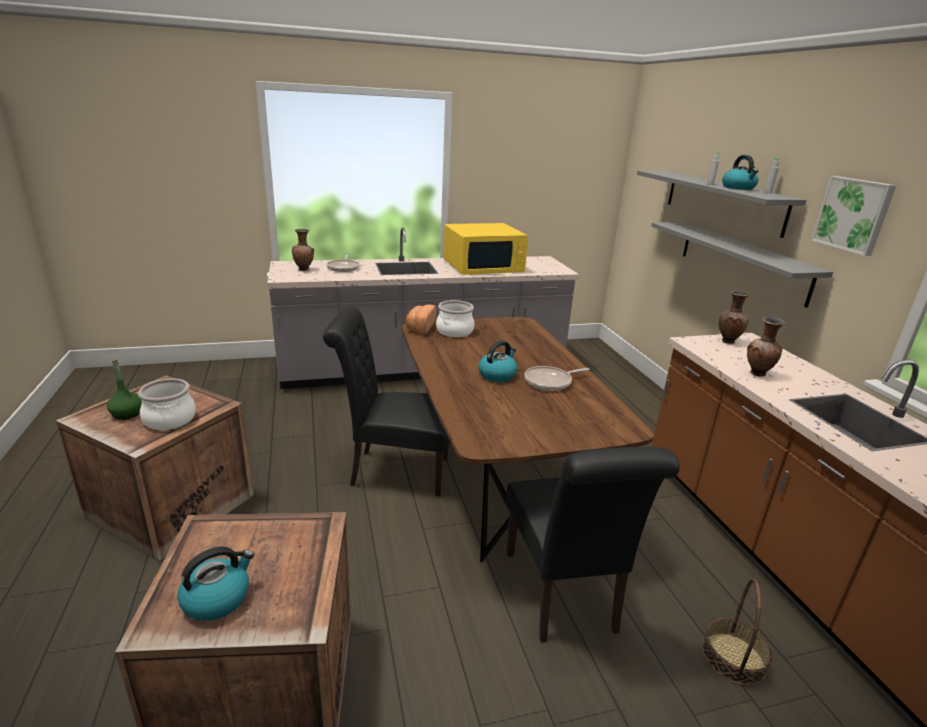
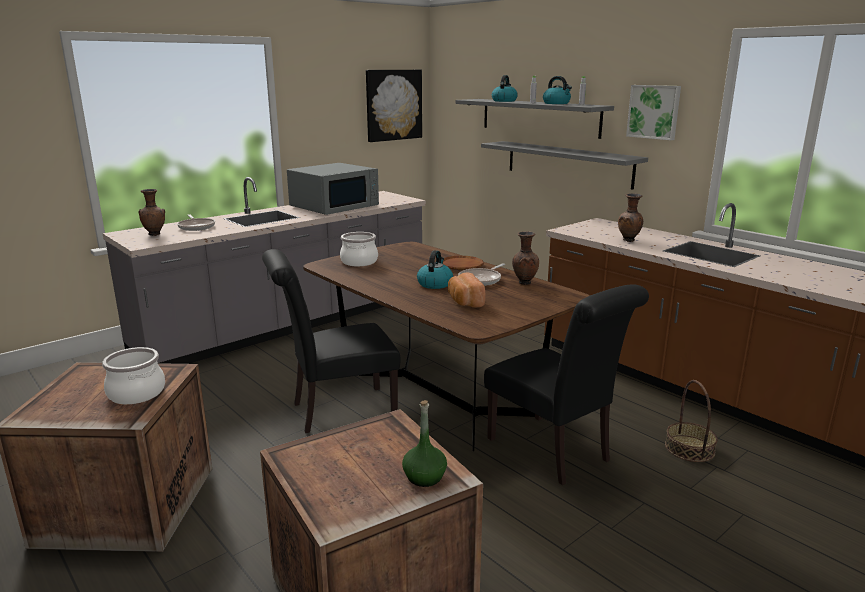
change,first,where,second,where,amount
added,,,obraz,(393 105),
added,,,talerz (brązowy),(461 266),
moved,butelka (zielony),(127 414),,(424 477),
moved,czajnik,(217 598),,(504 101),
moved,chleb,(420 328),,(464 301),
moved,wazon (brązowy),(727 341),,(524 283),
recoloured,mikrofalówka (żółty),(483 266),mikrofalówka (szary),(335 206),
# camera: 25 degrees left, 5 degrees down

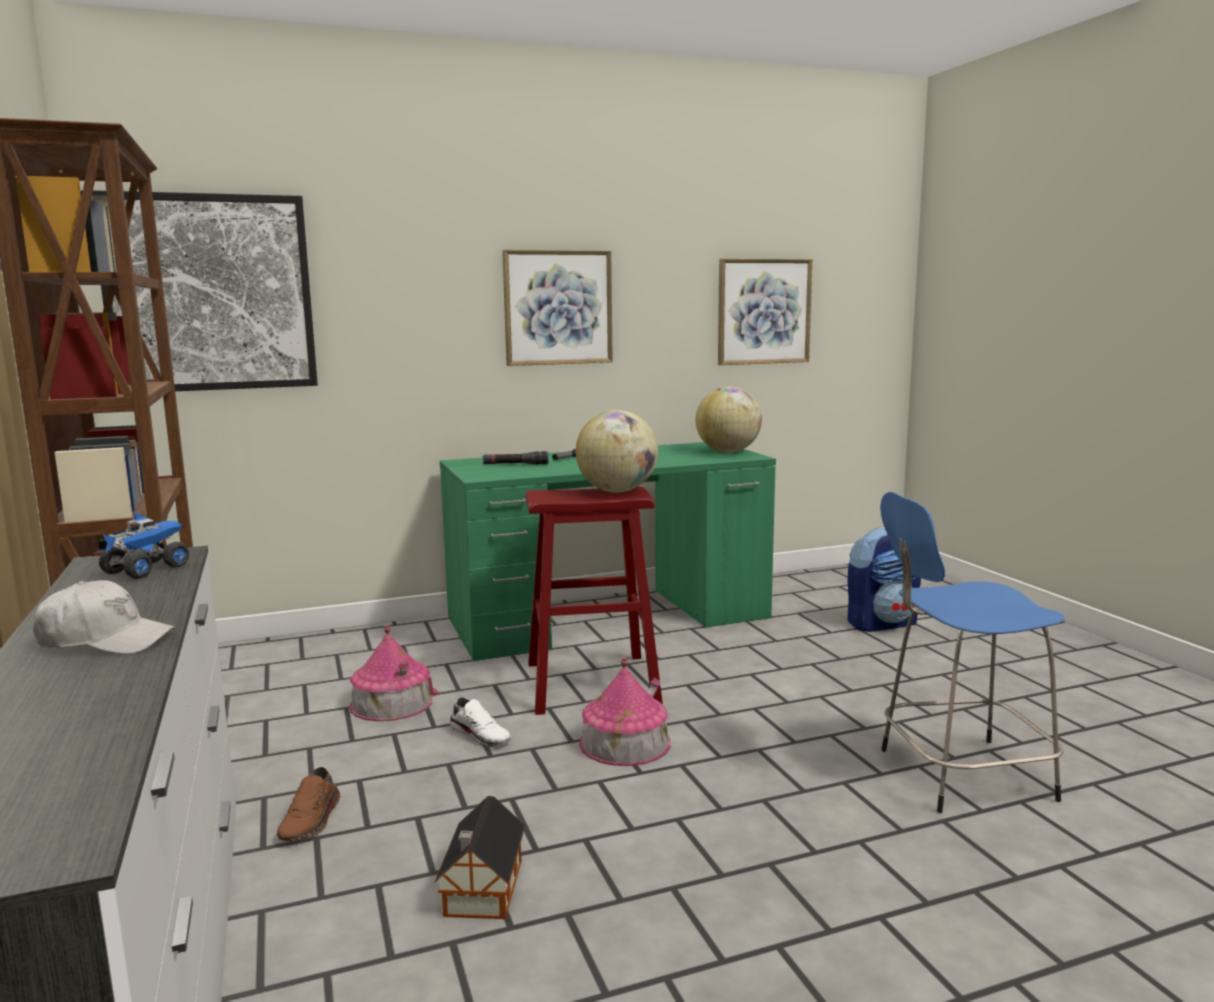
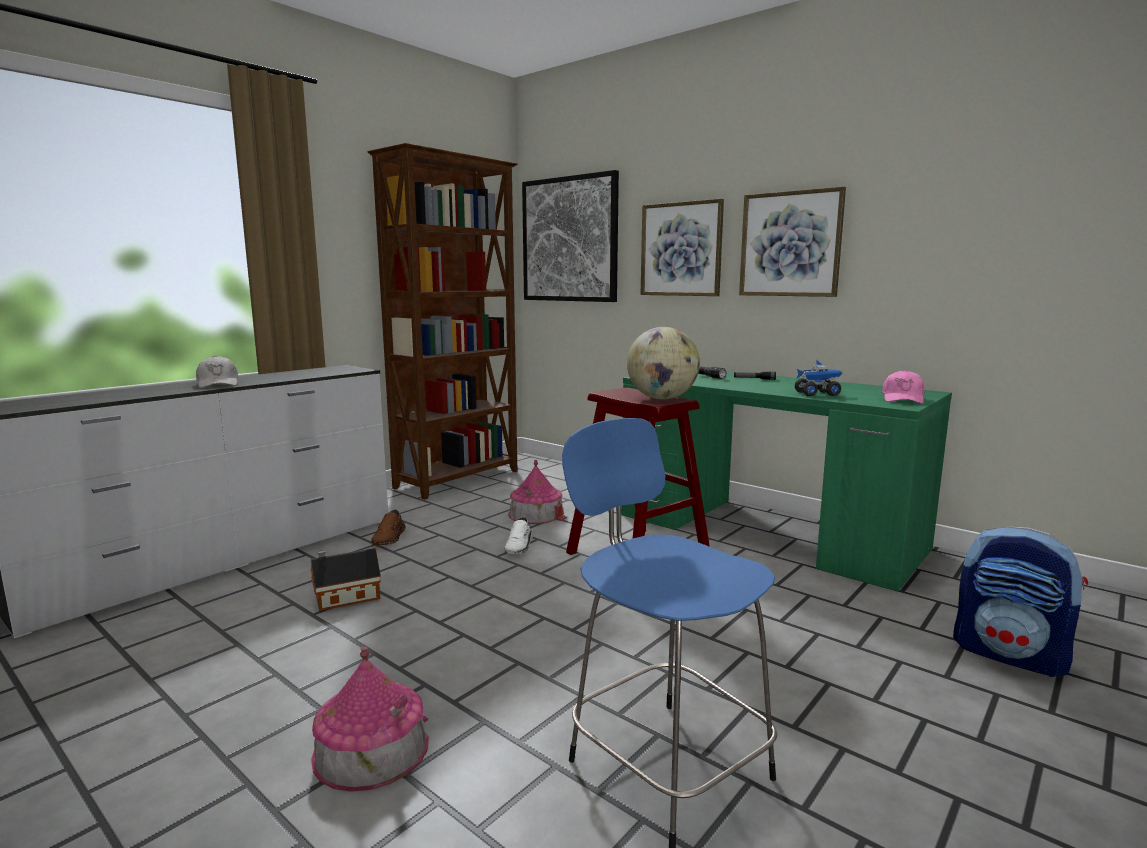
change,first,where,second,where,amount
moved,ciężarówka zabawkowa,(147 570),,(817 394),
moved,domek,(625 743),,(371 749),
moved,obraz,(763 311),,(681 249),
replaced,globus,(728 452),czapka z daszkiem (różowy),(903 399),
turned,but (brązowy),(312 821),,(390 538),60 degrees counterclockwise
# camera: 60 degrees right, 0 degrees up

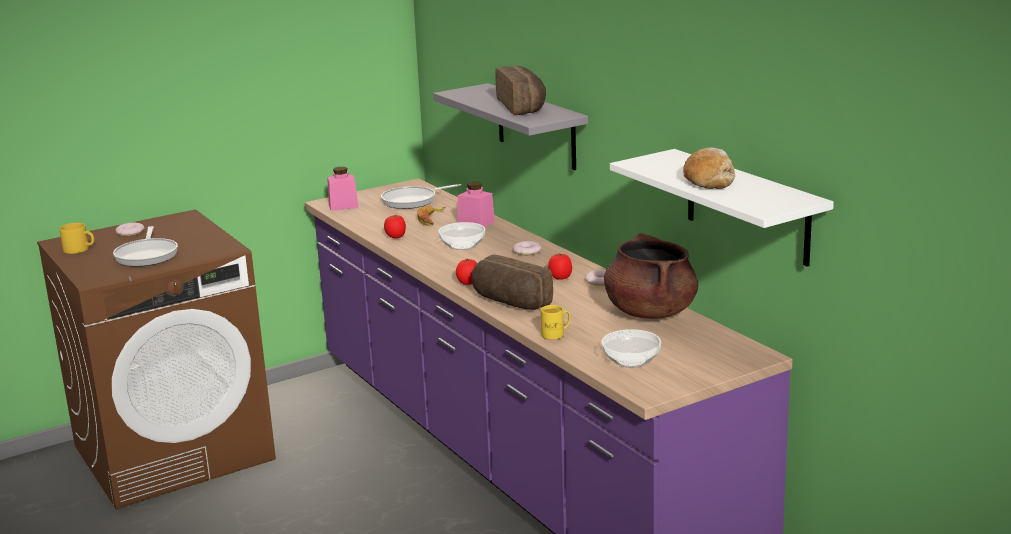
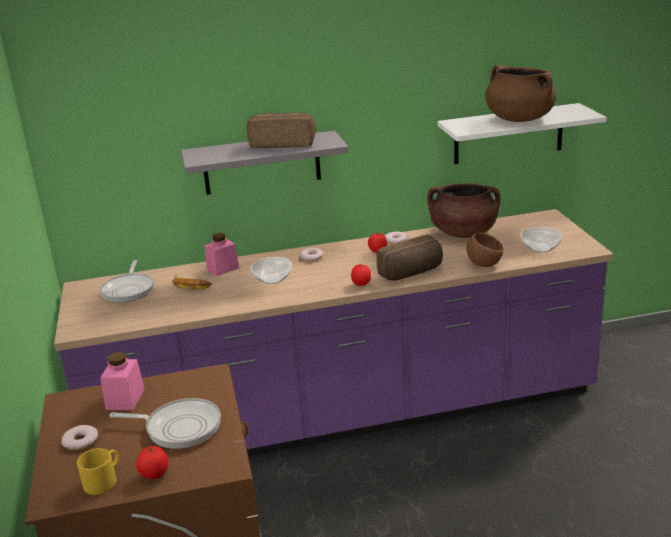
change,first,where,second,where,amount
moved,słoik (różowy),(343 206),,(125 399),
moved,pomidor,(395 237),,(154 475),
replaced,kubek (żółty),(556 334),miska (brązowy),(484 264),
replaced,chleb,(709 179),garnek (brązowy),(519 119),
# camera: 70 degrees left, 5 degrees up

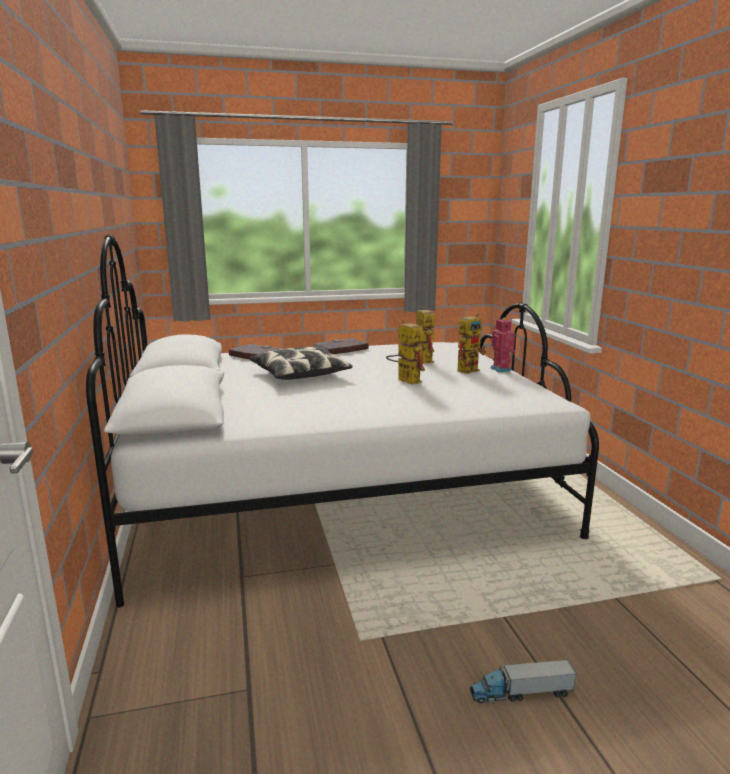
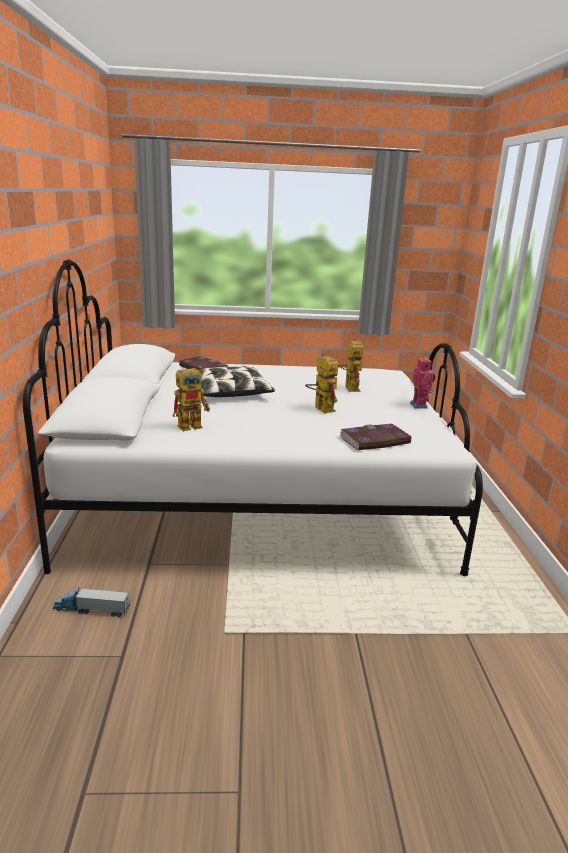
change,first,where,second,where,amount
moved,książka,(341 349),,(374 440),
moved,robot zabawkowy,(469 369),,(194 425),
moved,ciężarówka zabawkowa,(521 693),,(92 610),
# camera: 10 degrees right, 5 degrees up

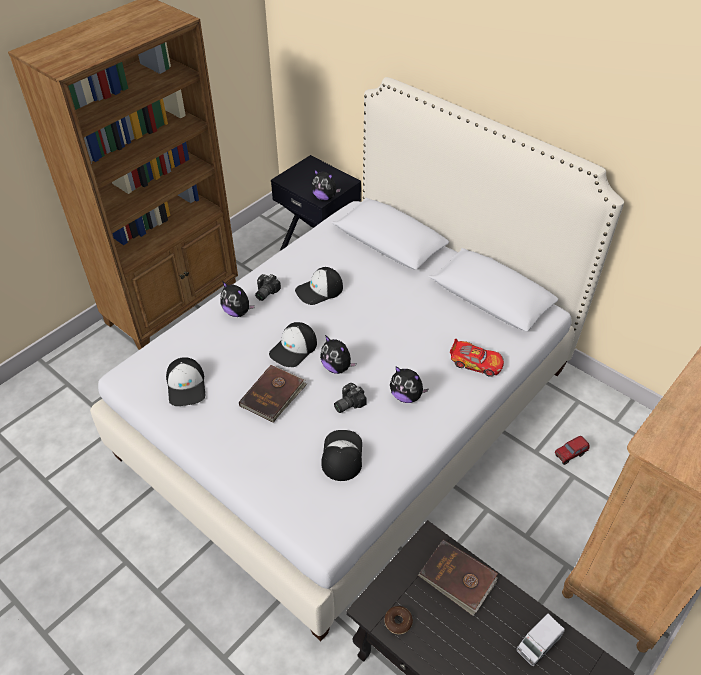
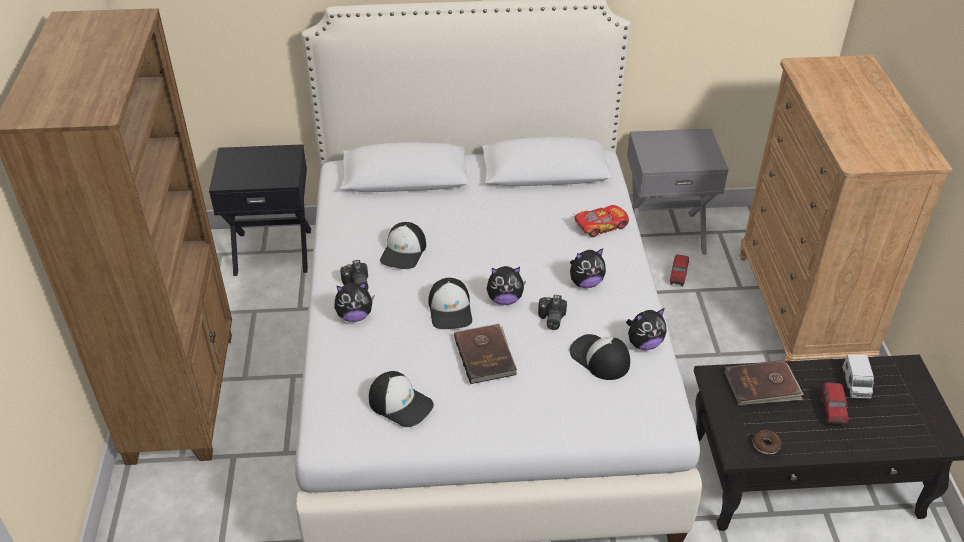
change,first,where,second,where,amount
added,,,szafka nocna (szary),(664 233),
added,,,ciężarówka zabawkowa,(831 412),
moved,pluszak,(325 197),,(644 343),
# camera: 45 degrees left, 5 degrees down

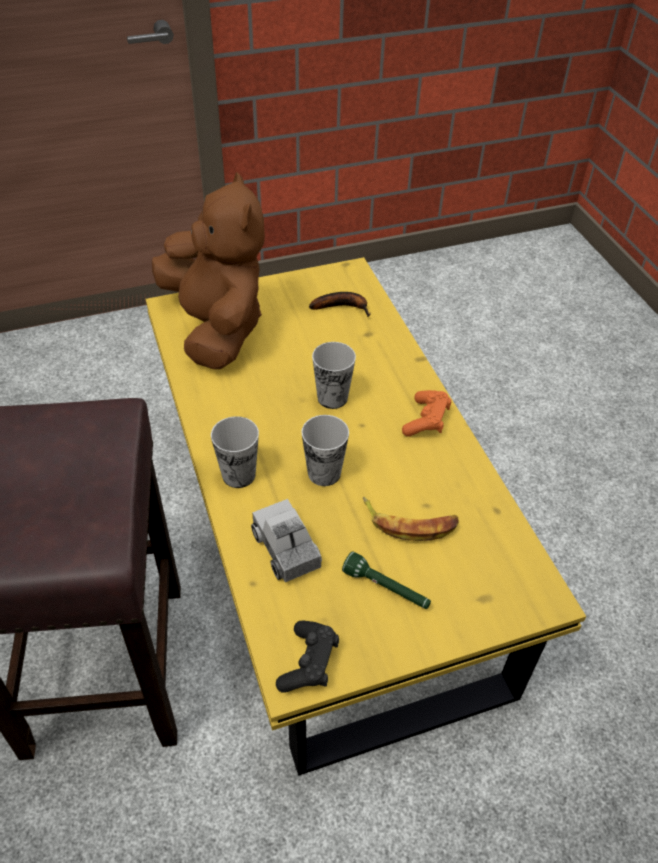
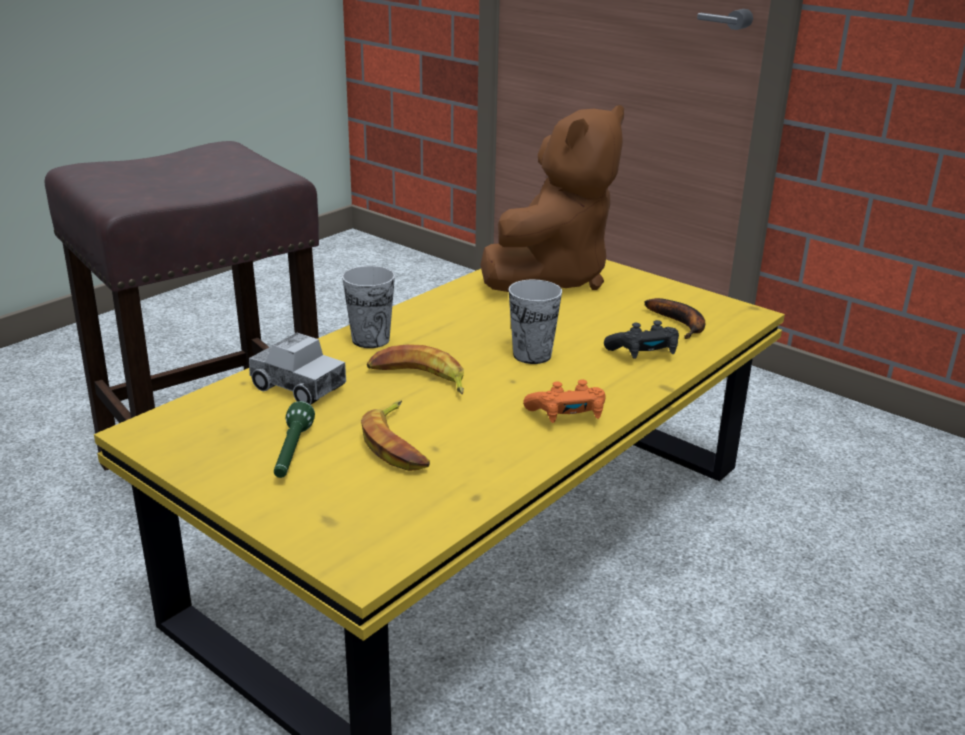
change,first,where,second,where,amount
moved,pad do gier (czarny),(309 663),,(643 353),
replaced,filiżanka,(324 473),banan,(419 379),
turned,ciężarówka zabawkowa,(286 549),,(298 387),90 degrees clockwise
# camera: 60 degrees right, 20 degrees down

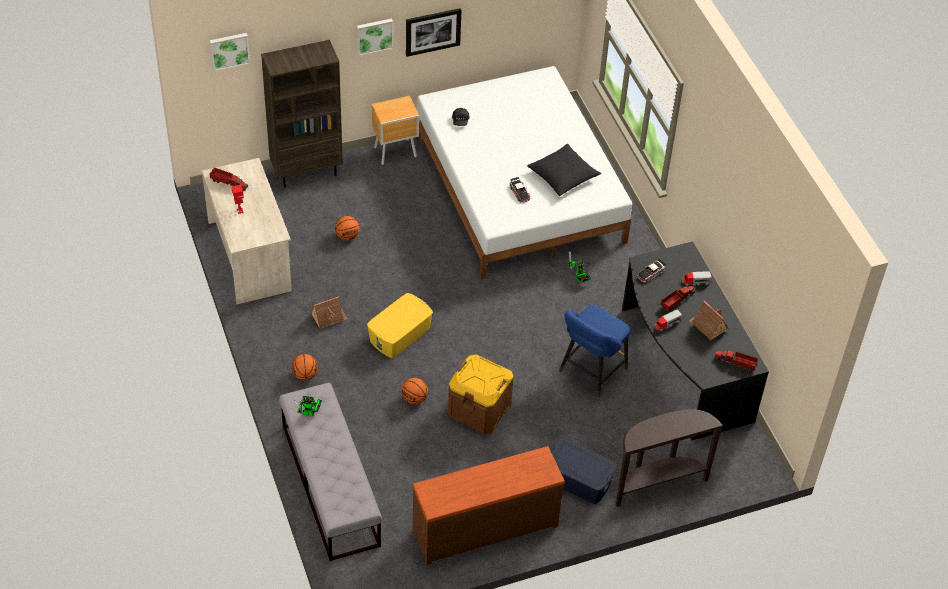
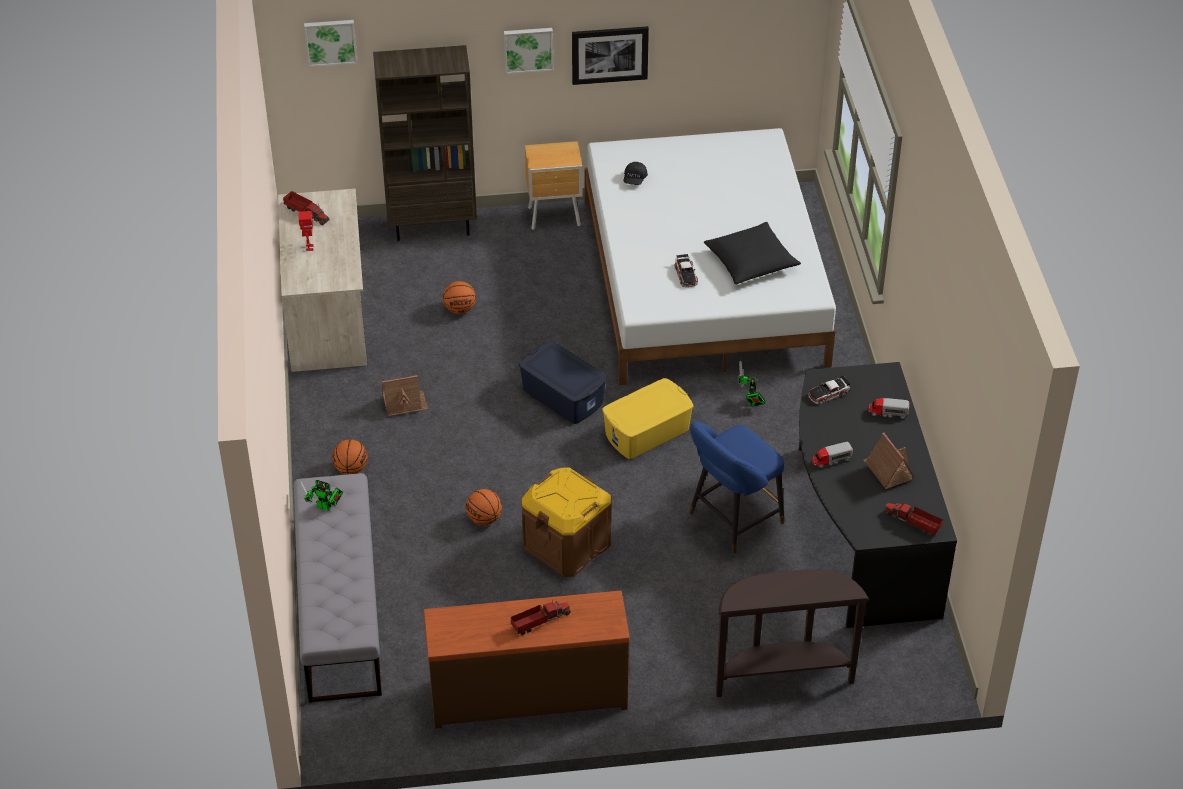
change,first,where,second,where,amount
moved,pojemnik do przechowywania (żółty),(400 335),,(647 432),
moved,pojemnik do przechowywania (niebieski),(578 479),,(563 396),
moved,ciężarówka zabawkowa,(676 301),,(539 621),
# camera: 15 degrees right, 5 degrees down

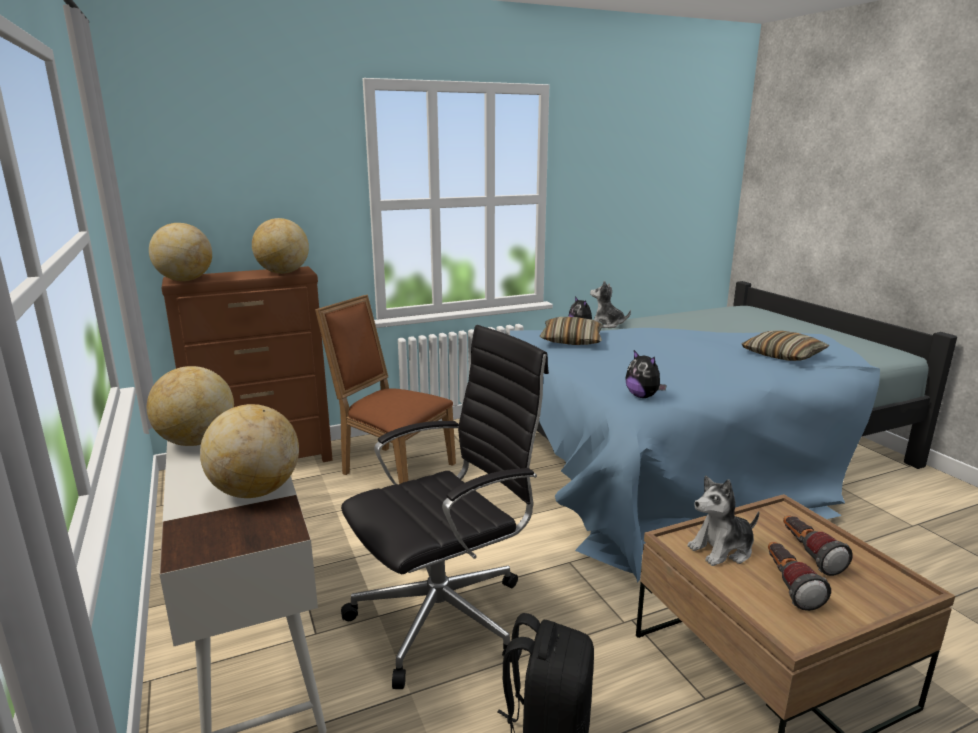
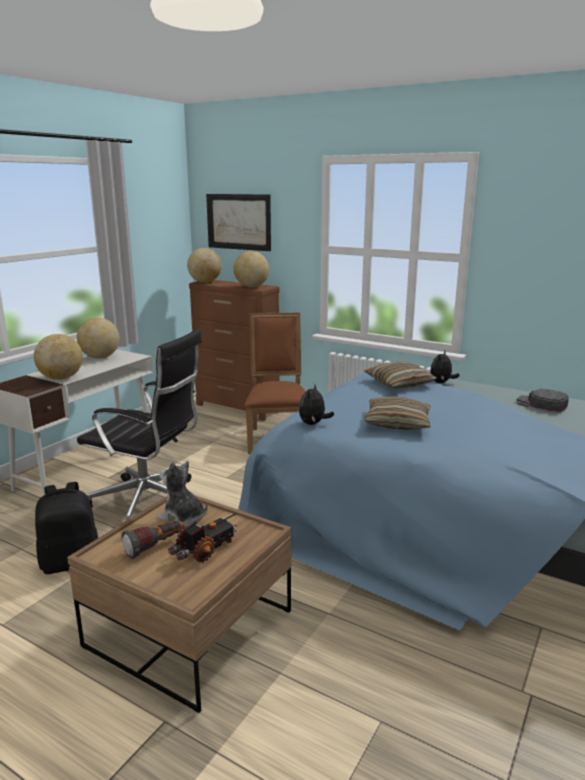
change,first,where,second,where,amount
removed,pluszak,(606 324),,,
added,,,obraz,(239 222),
added,,,czapka z daszkiem (czarny),(541 405),
moved,poduszka,(783 355),,(397 423),
replaced,latarka,(808 554),ciężarówka zabawkowa,(205 550),
# camera: 55 degrees right, 0 degrees up

